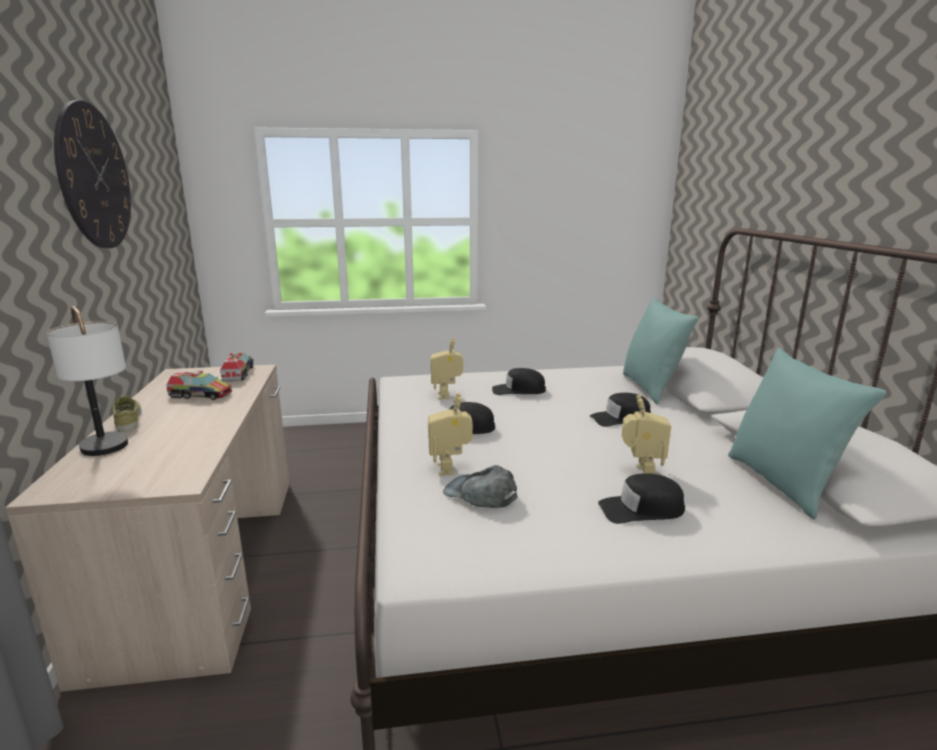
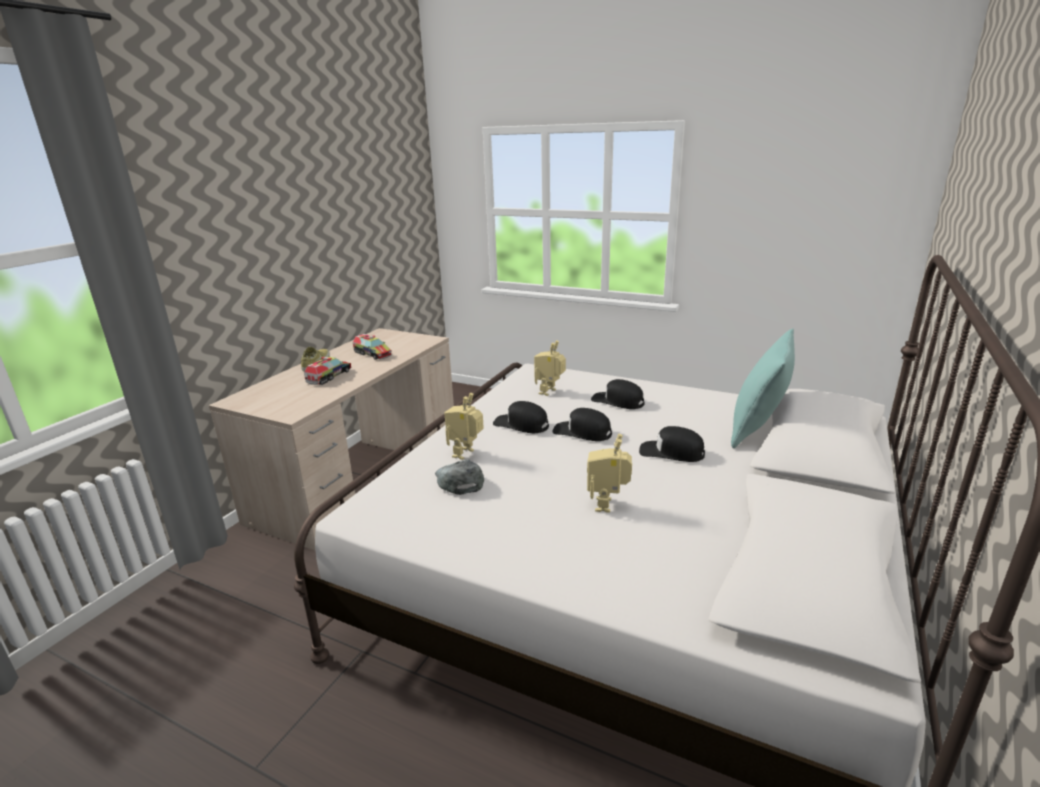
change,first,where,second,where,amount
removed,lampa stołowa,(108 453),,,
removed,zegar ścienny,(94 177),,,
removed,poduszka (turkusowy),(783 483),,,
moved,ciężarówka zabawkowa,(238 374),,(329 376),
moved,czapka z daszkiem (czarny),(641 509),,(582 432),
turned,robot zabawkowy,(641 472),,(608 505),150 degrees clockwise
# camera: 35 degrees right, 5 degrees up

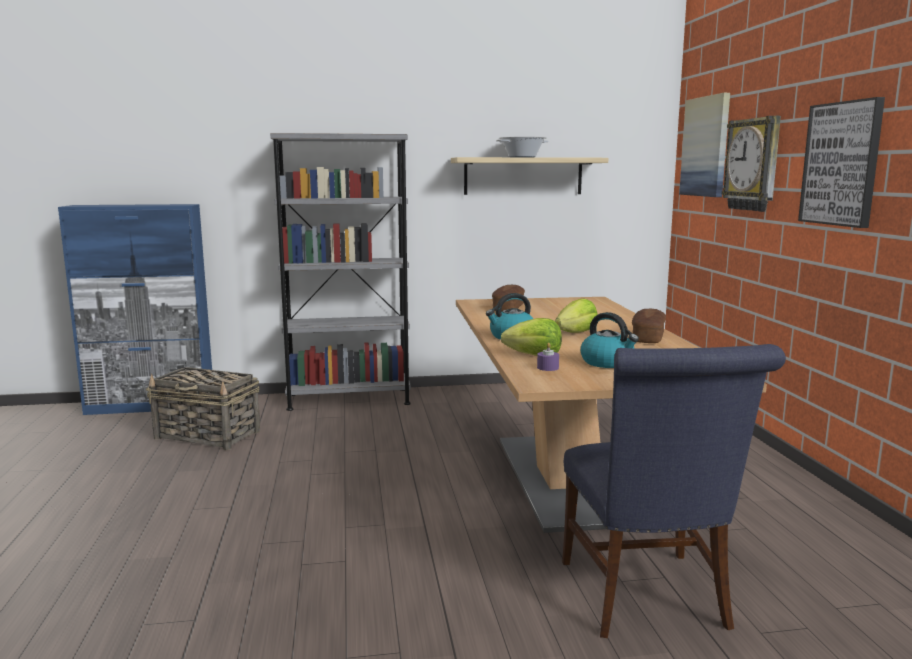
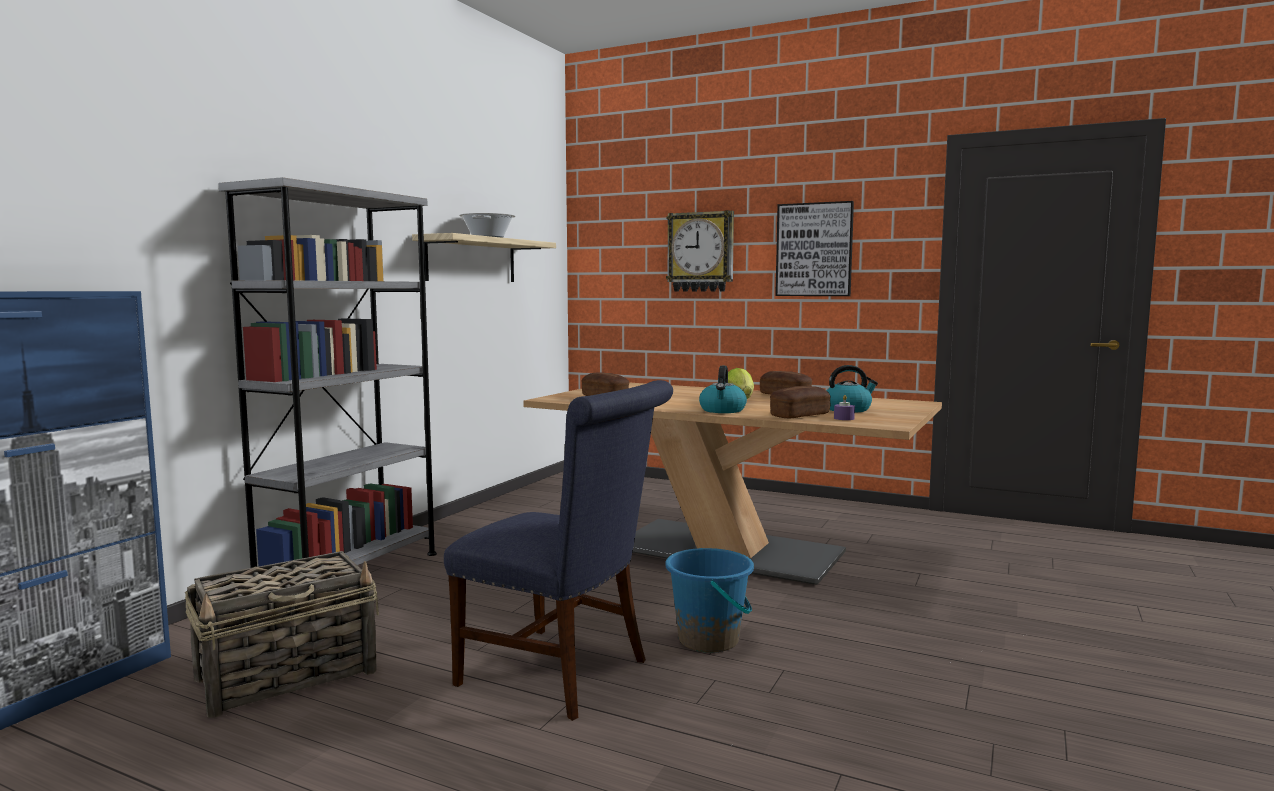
change,first,where,second,where,amount
removed,obraz,(706 146),,,
added,,,wiadro (niebieski),(709 640),
moved,krzesło (niebieski),(647 599),,(564 674),
replaced,sałata,(534 355),chleb,(799 415),
# camera: 55 degrees left, 5 degrees down

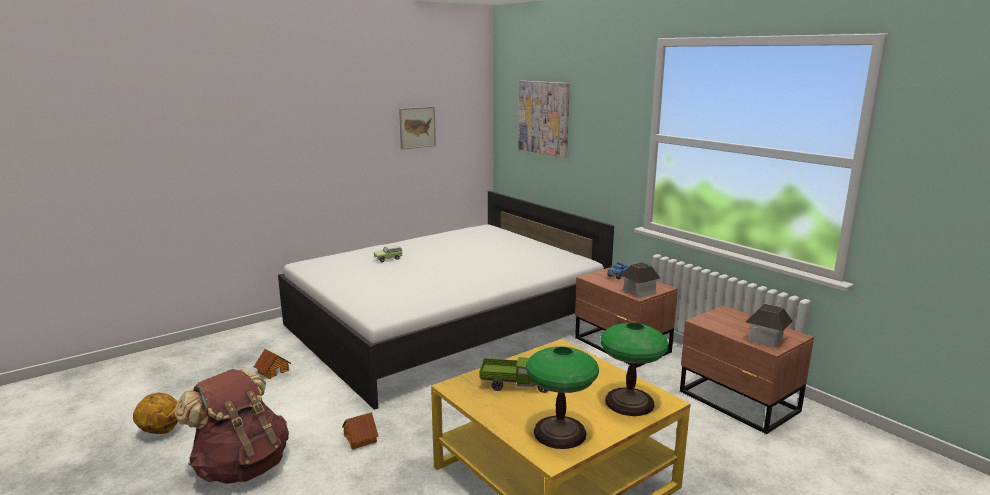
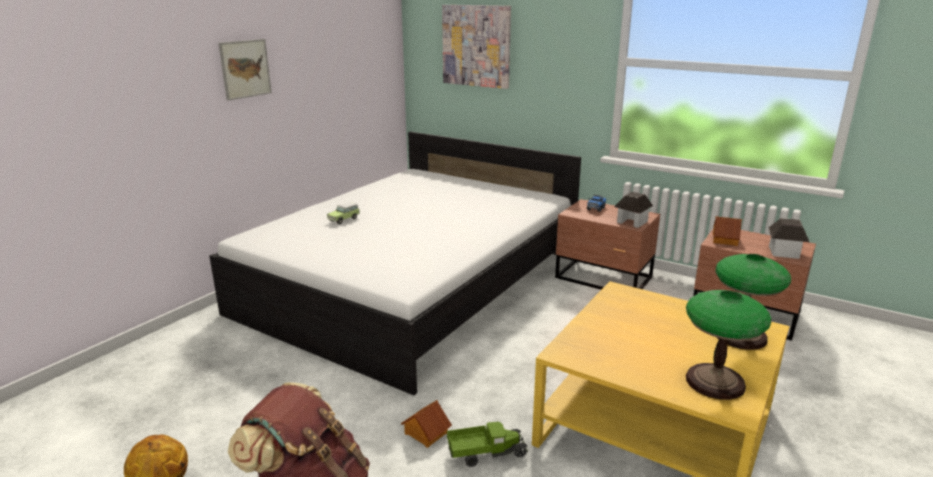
change,first,where,second,where,amount
moved,domek,(273 371),,(724 239),
moved,obraz,(417 127),,(245 69),
moved,ciężarówka zabawkowa,(515 384),,(486 453),
# camera: 20 degrees left, 5 degrees up

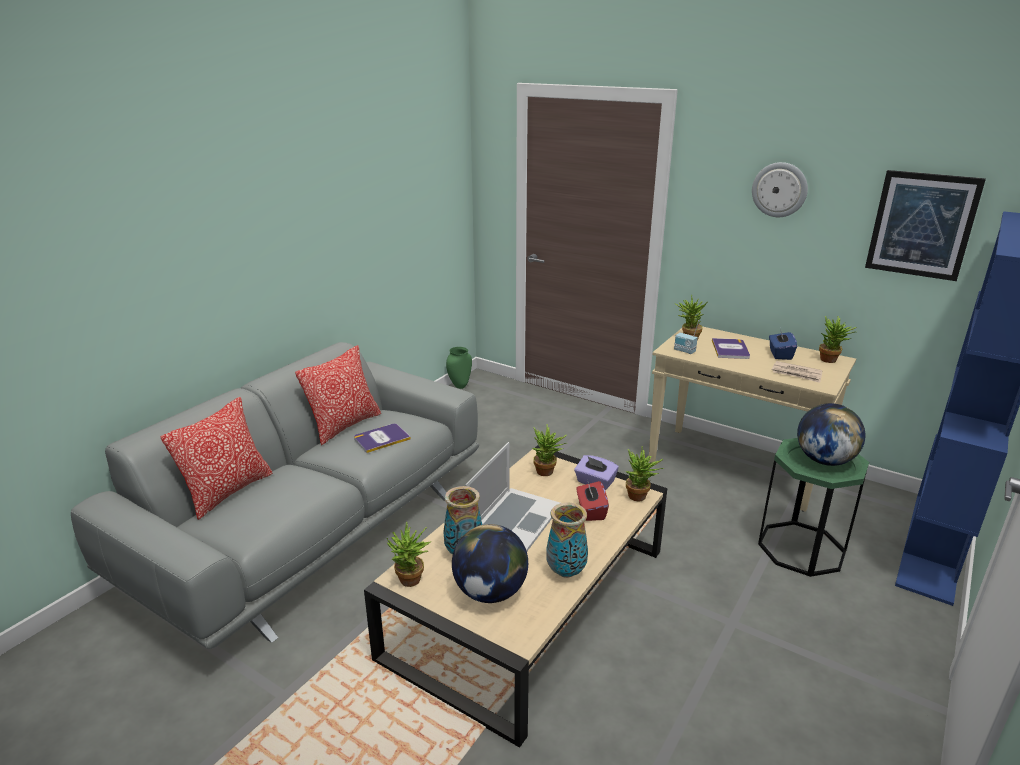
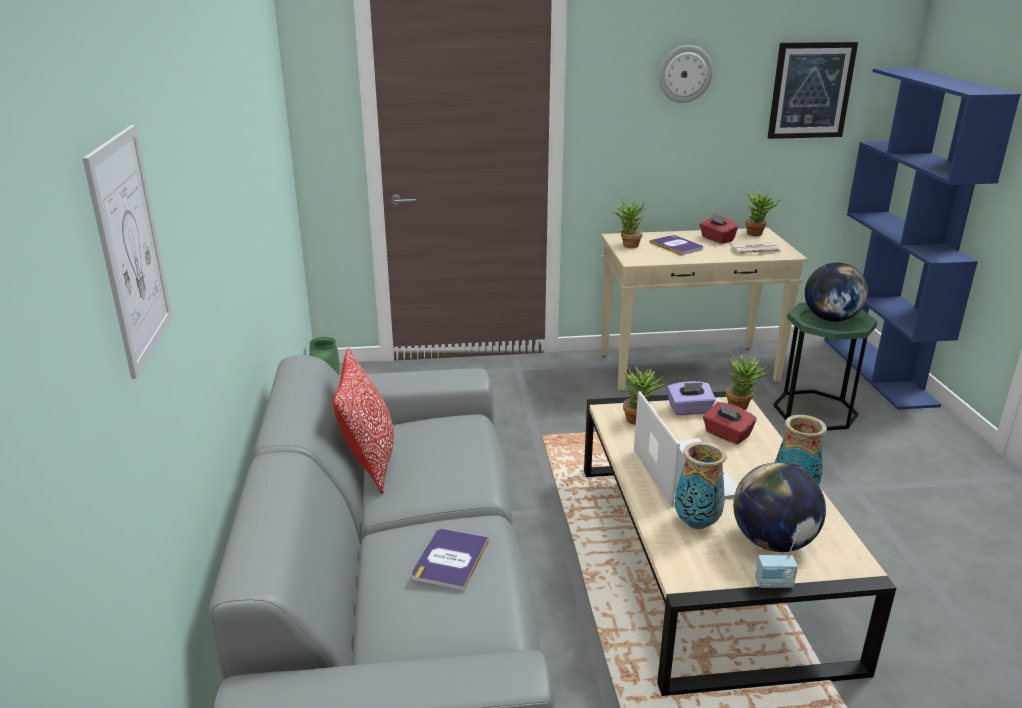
change,first,where,second,where,amount
removed,poduszka,(228 491),,,
removed,roślina doniczkowa,(410 583),,,
added,,,obraz,(131 249),
moved,książka,(381 438),,(450 559),
moved,radio,(684 351),,(774 584),
recoloured,pudełko chusteczek (niebieski),(780 354),pudełko chusteczek (czerwony),(717 239),
# camera: 40 degrees left, 0 degrees up

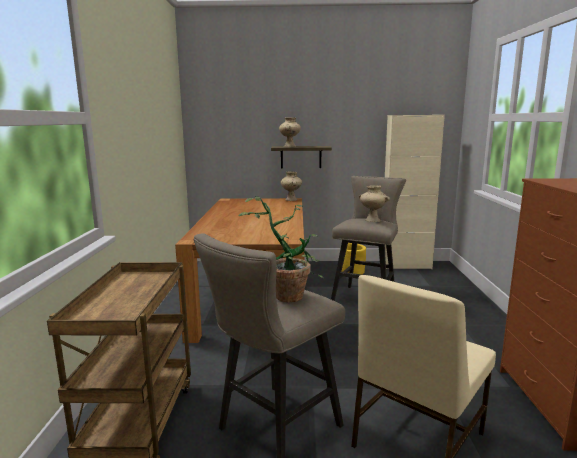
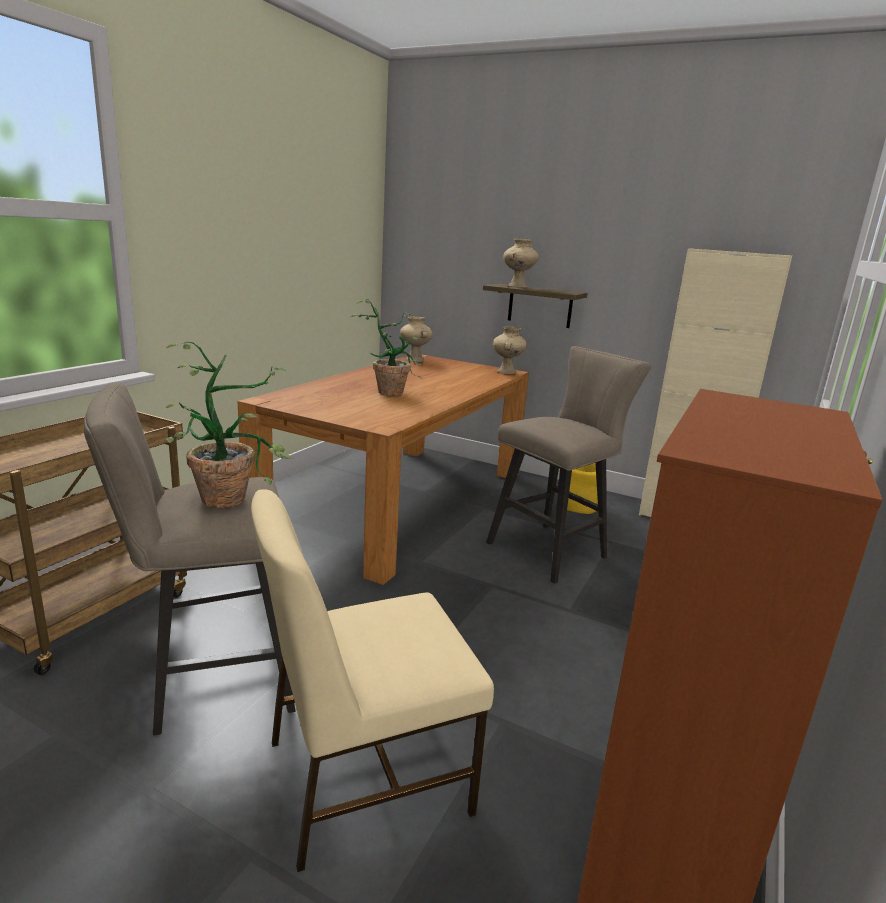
change,first,where,second,where,amount
added,,,roślina doniczkowa,(390 390),
moved,wazon (beżowy),(372 220),,(414 359),
# camera: 25 degrees right, 5 degrees up

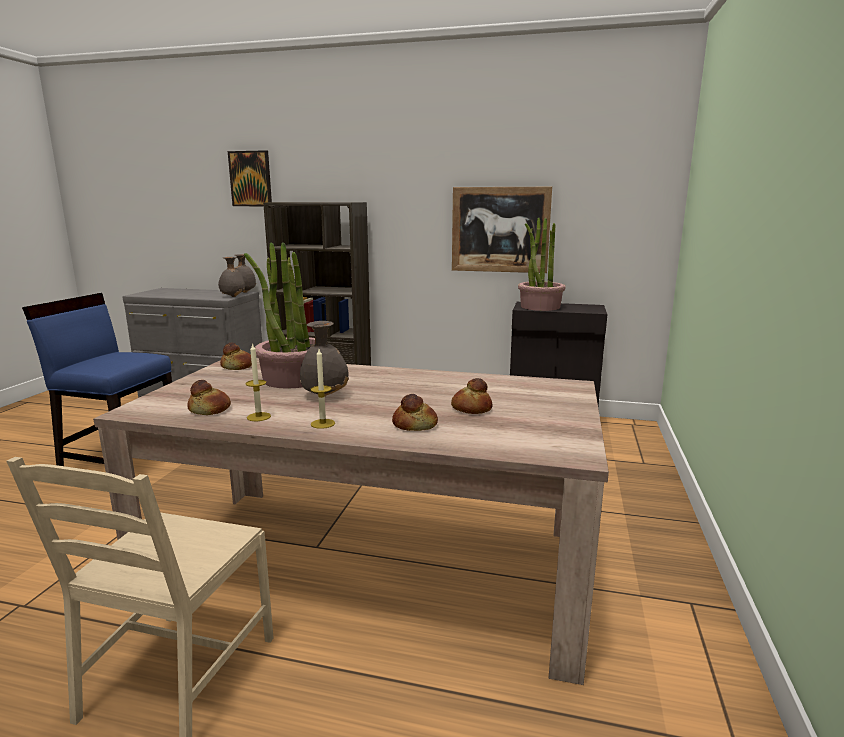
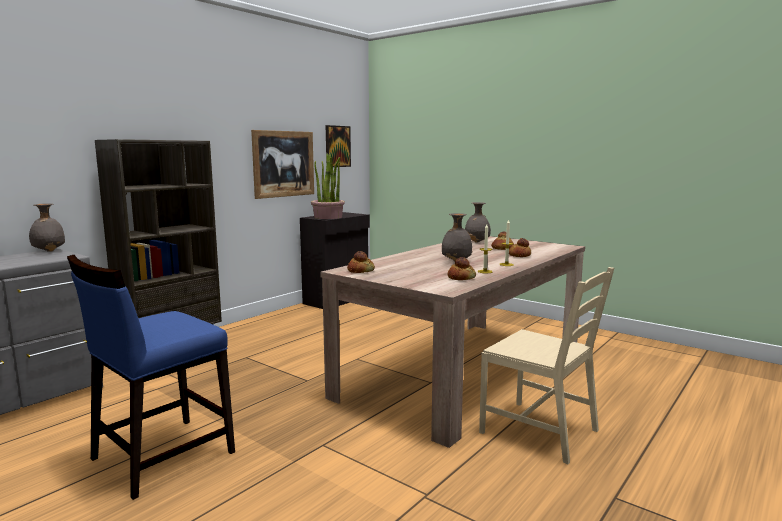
change,first,where,second,where,amount
removed,roślina doniczkowa,(293 379),,,
moved,wazon (szary),(232 296),,(477 242),
moved,obraz,(250 179),,(337 146),
# camera: 65 degrees left, 5 degrees down

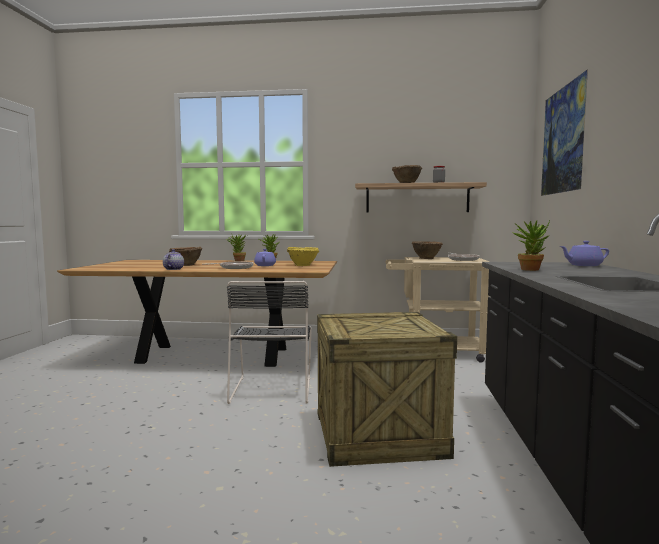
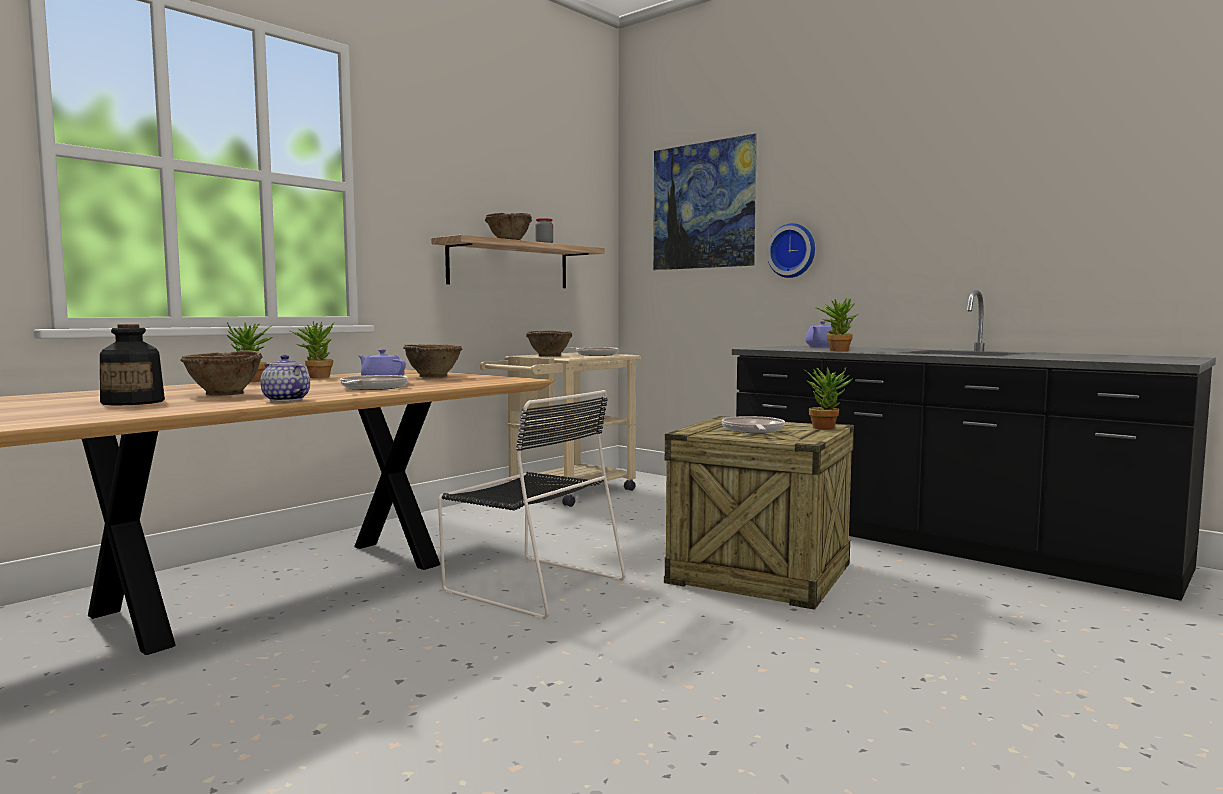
change,first,where,second,where,amount
added,,,butelka,(134 402),
added,,,patelnia,(753 430),
added,,,zegar ścienny,(792 251),
added,,,roślina doniczkowa,(826 427),
recoloured,miska (żółty),(303 265),miska (brązowy),(433 376),
# camera: 55 degrees left, 0 degrees up

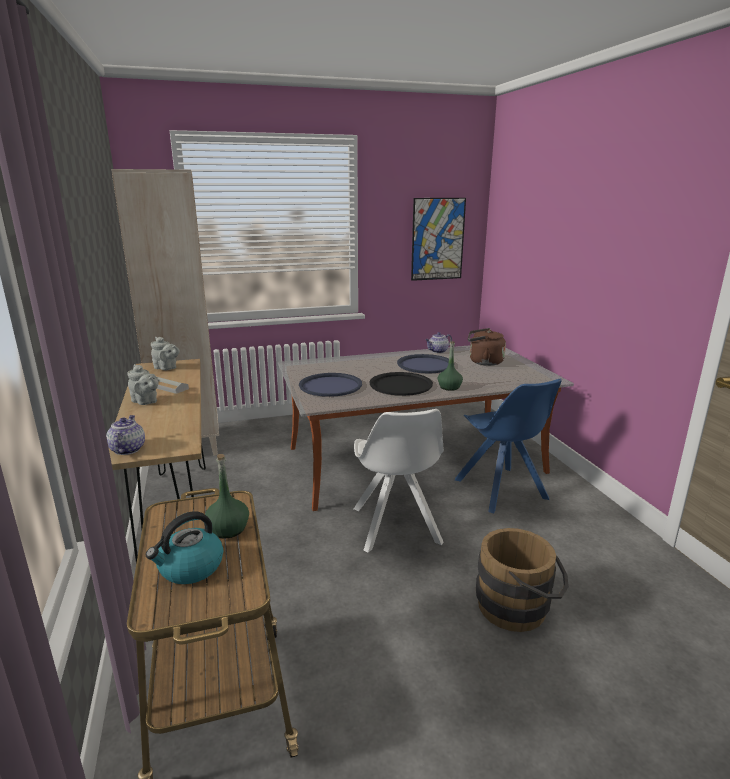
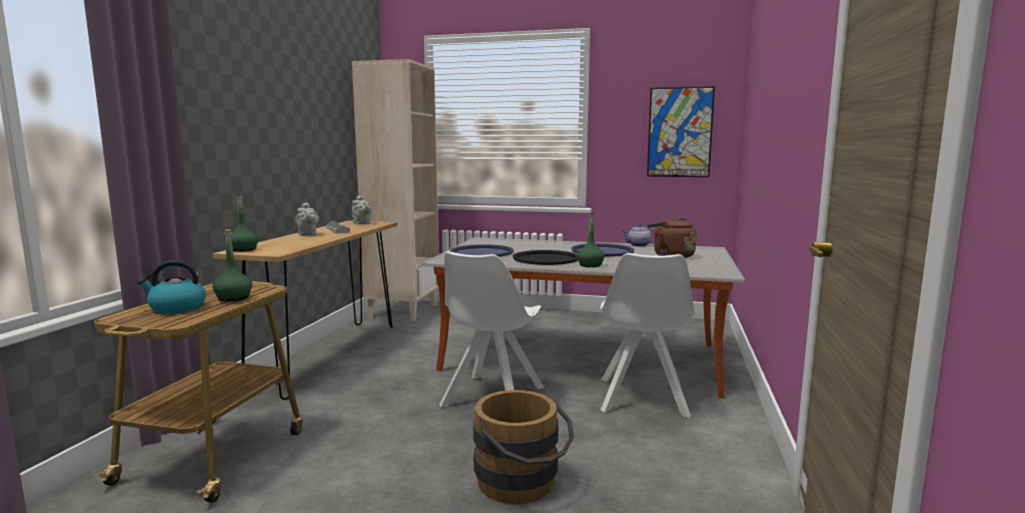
change,first,where,second,where,amount
replaced,imbryk,(127 449),butelka (zielony),(243 249),
recoloured,krzesło (niebieski),(502 490),krzesło (biały),(642 398),
# camera: 30 degrees right, 10 degrees down

